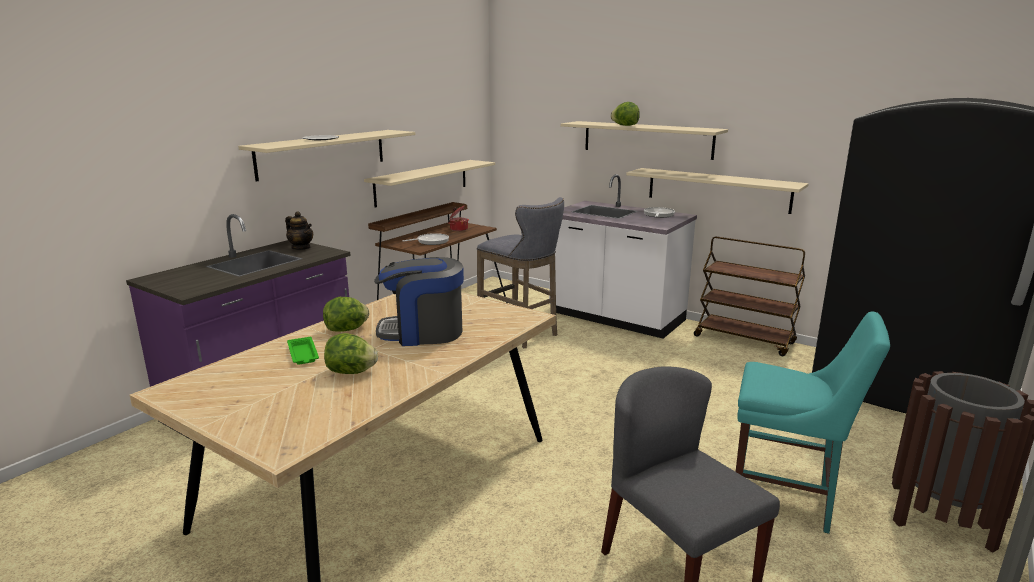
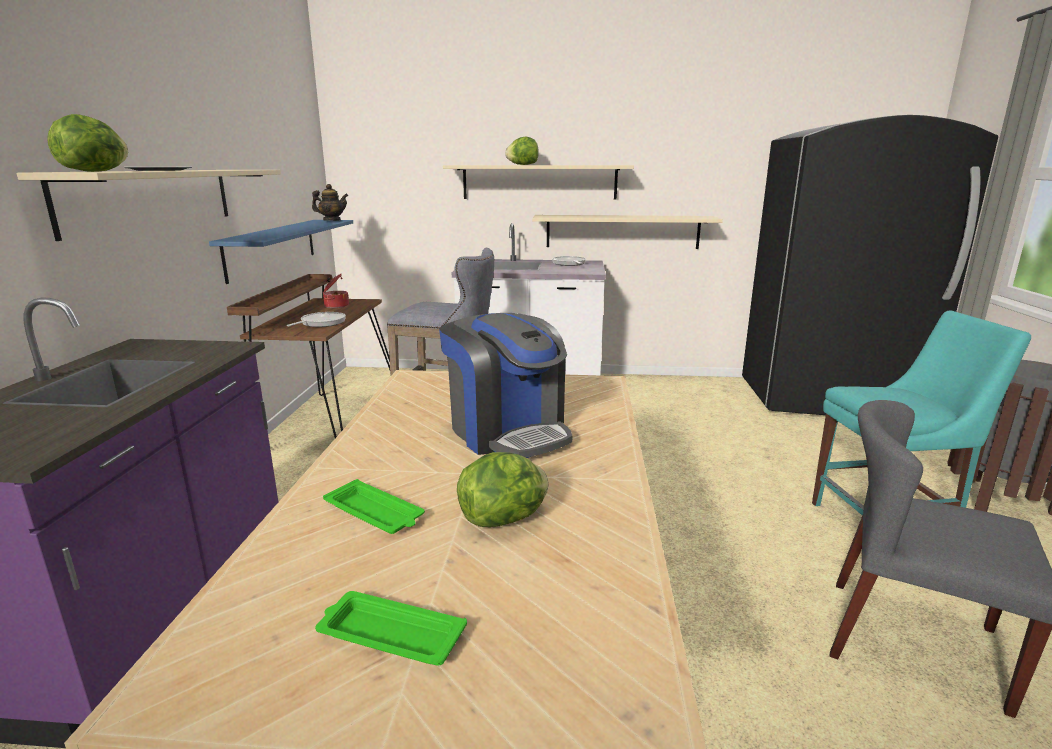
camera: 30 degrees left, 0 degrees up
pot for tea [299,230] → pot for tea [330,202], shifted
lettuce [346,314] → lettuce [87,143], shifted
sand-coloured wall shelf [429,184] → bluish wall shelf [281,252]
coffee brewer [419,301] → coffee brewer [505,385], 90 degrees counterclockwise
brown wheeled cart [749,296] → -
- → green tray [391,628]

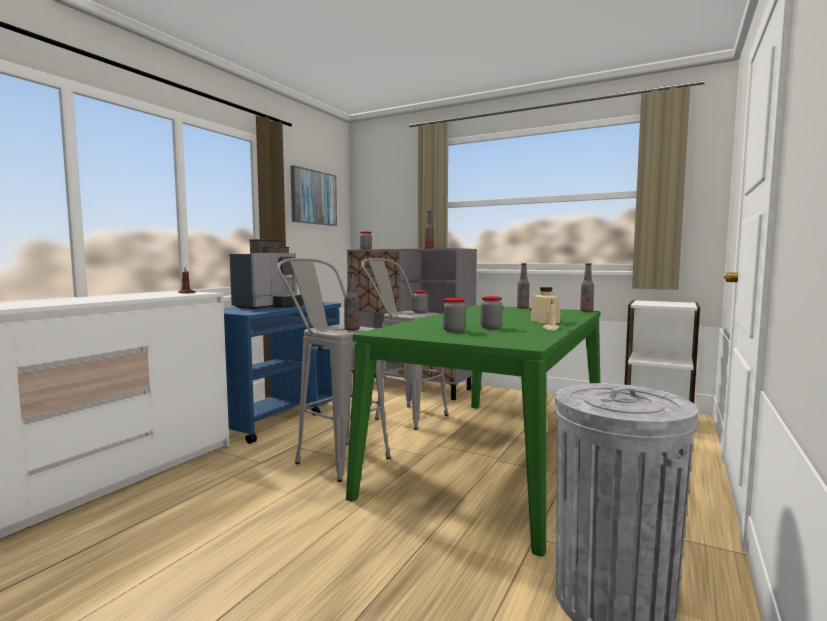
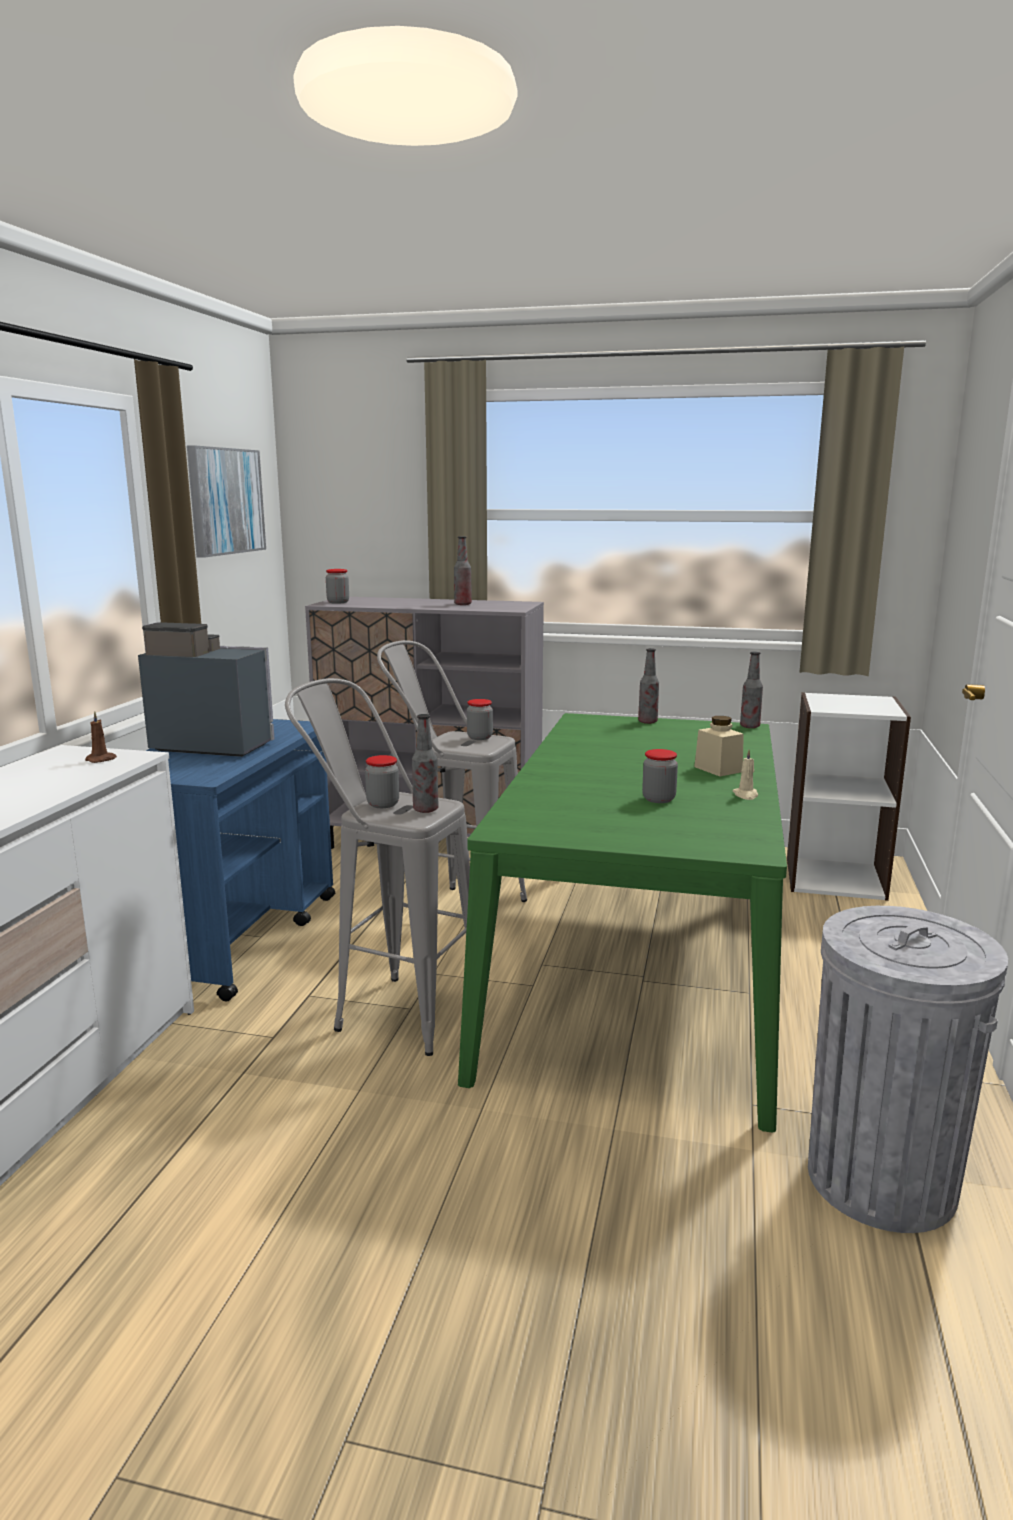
camera: 15 degrees left, 10 degrees up
coffee brewer [267,274] → coffee brewer [206,689], 90 degrees counterclockwise
jar [454,315] → jar [382,781], shifted

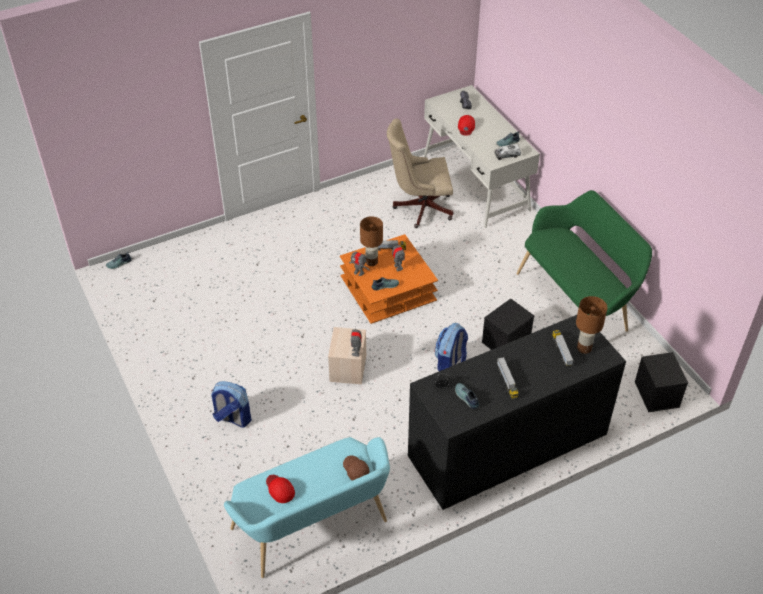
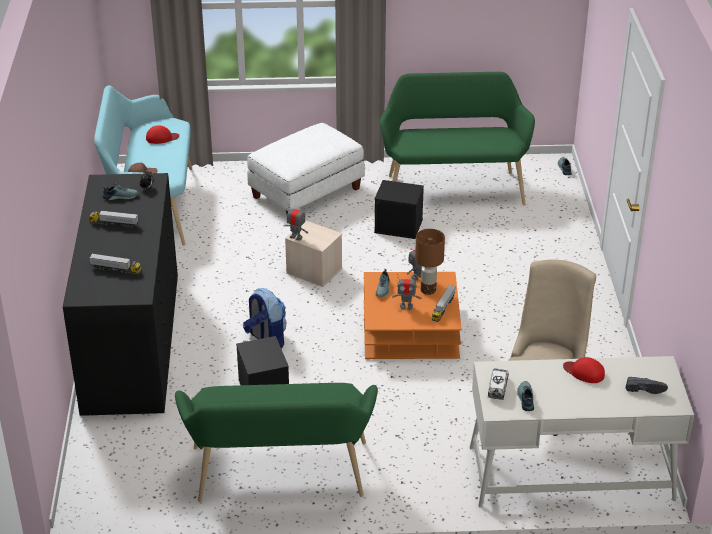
camera: 115 degrees right, 10 degrees down
knapsack [231,404] → white ottoman [306,168]
brown tabletop lamp [592,325] → -
black storage bin [661,382] → black storage bin [399,209], shifted
- → green indoor bench [457,138]

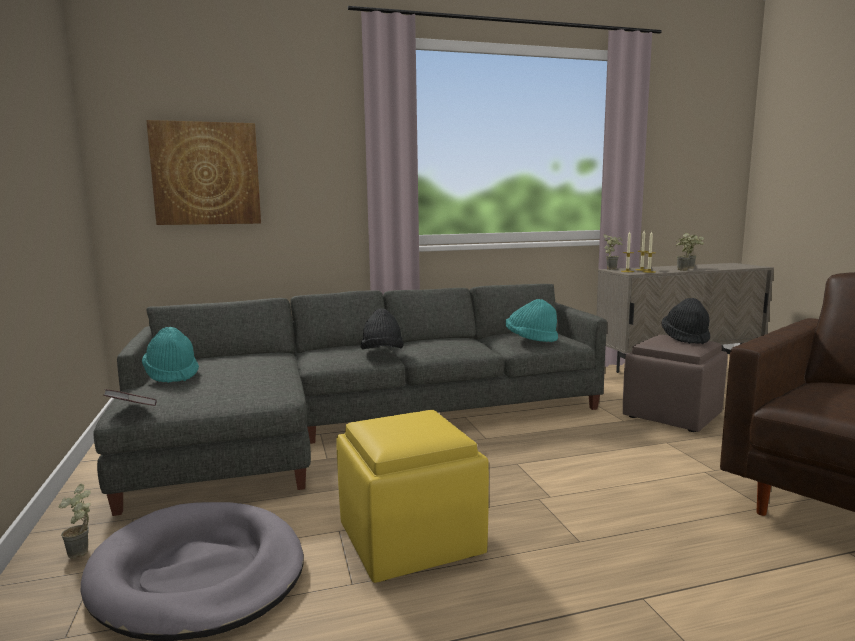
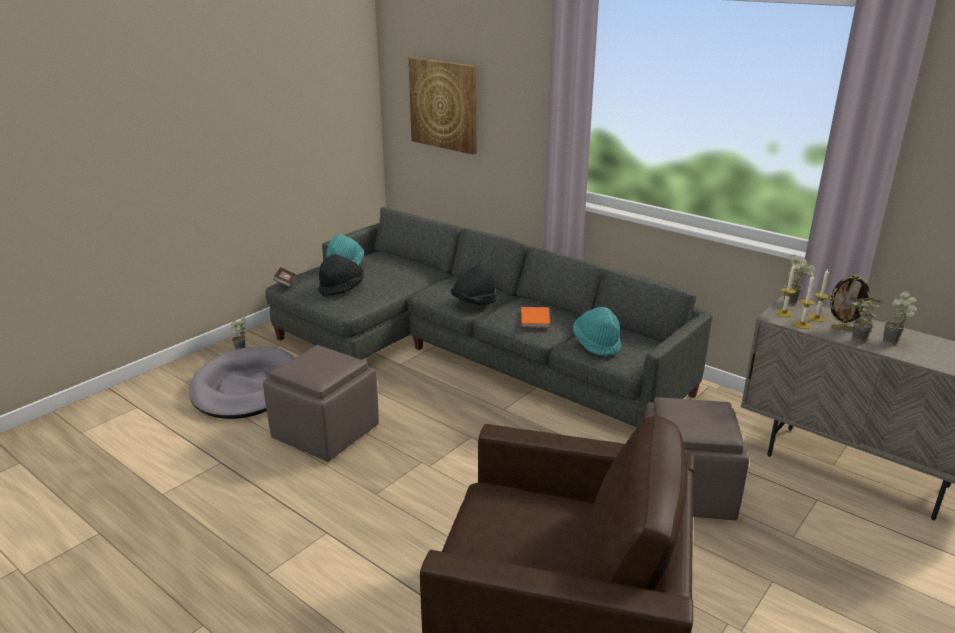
camera: 55 degrees right, 15 degrees up
yellowish ottoman [412,496] → brown ottoman [321,403]
black wearable hat [685,321] → black wearable hat [341,275], shifted
- → orange-coloured volume [535,317]
- → picture frame [850,302]

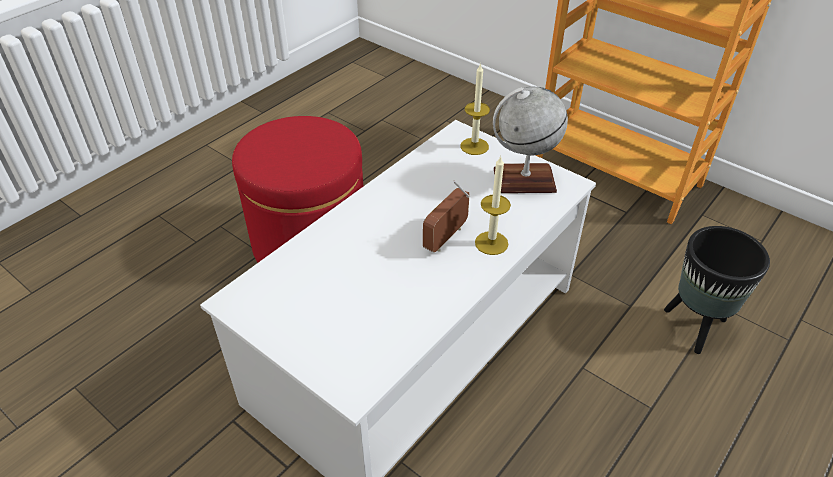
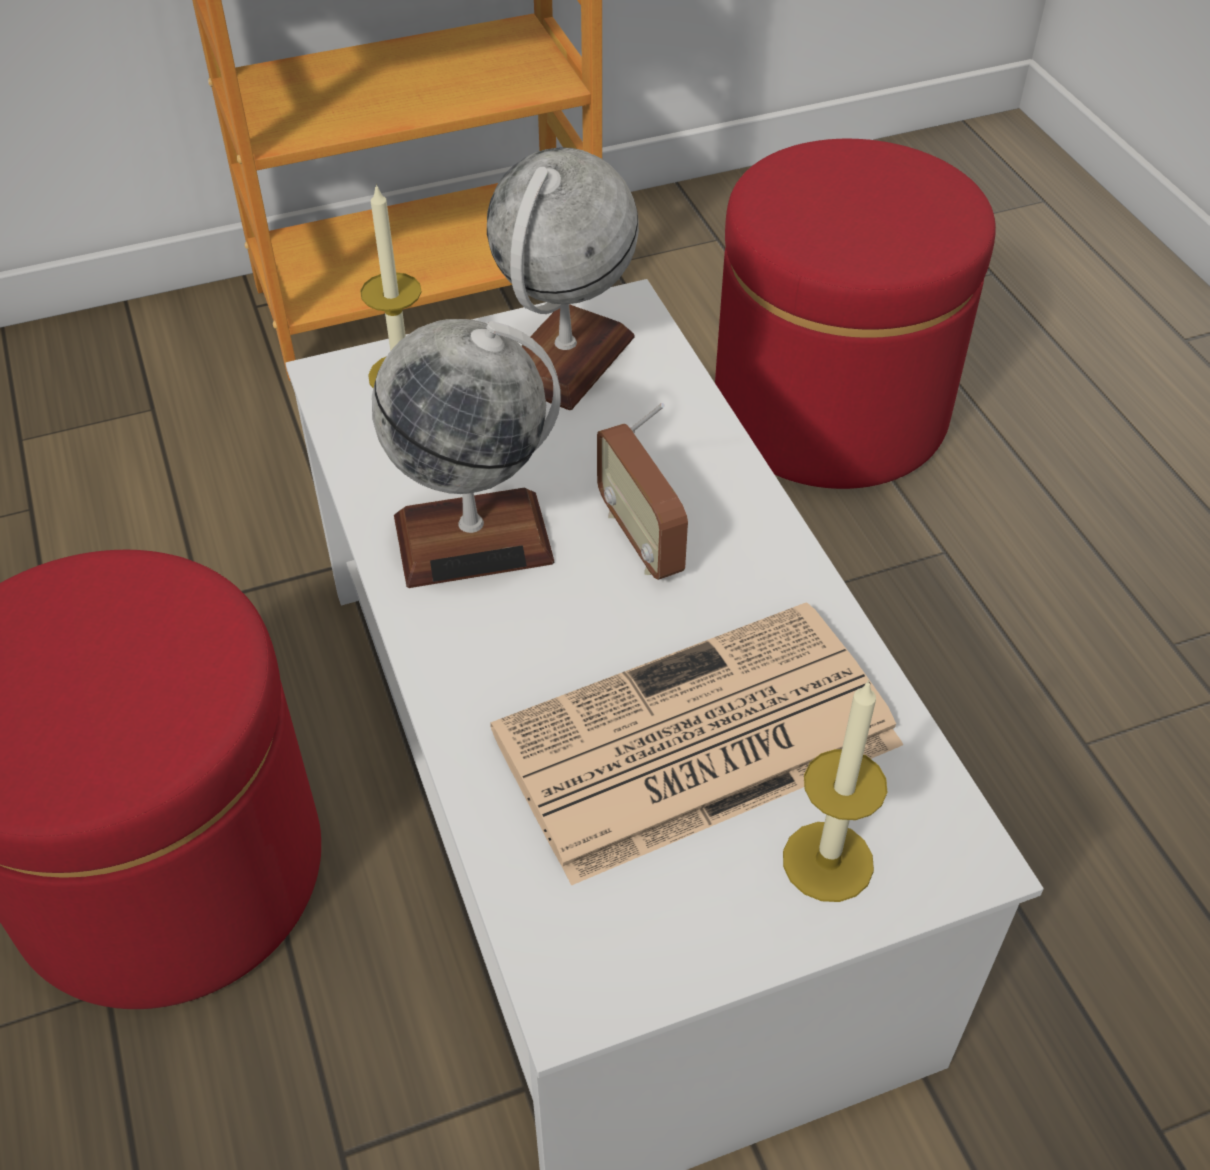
camera: 60 degrees left, 5 degrees up
wax candle [493,205] → wax candle [835,791], shifted
black planter [717,290] → reddish ottoman [855,314]
- → desk globe [466,453]
- → daily paper [696,744]

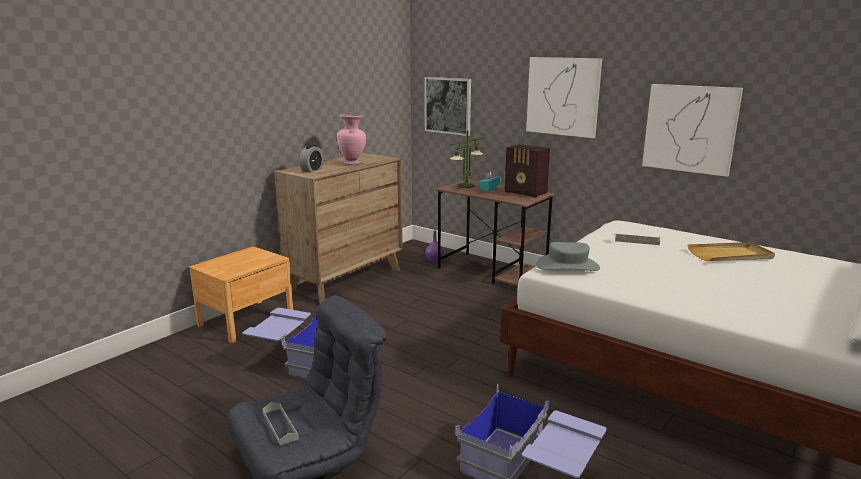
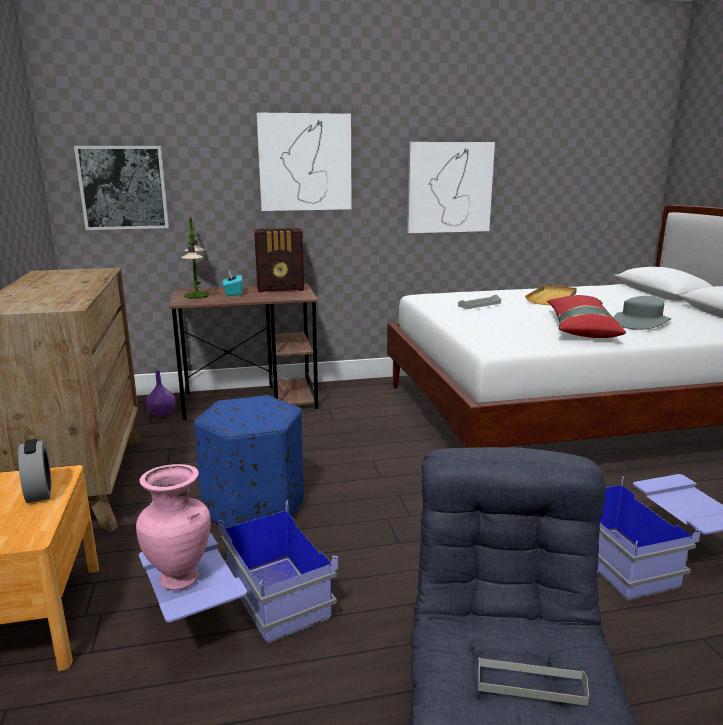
camera: 50 degrees left, 0 degrees up
alarm clock [312,158] → alarm clock [35,471], shifted
pink flower vase [351,139] → pink flower vase [173,527], shifted
grey wearable hat [568,256] → grey wearable hat [642,313], shifted
- → bluish ottoman [249,462]
- → reddish throw pillow [586,316]

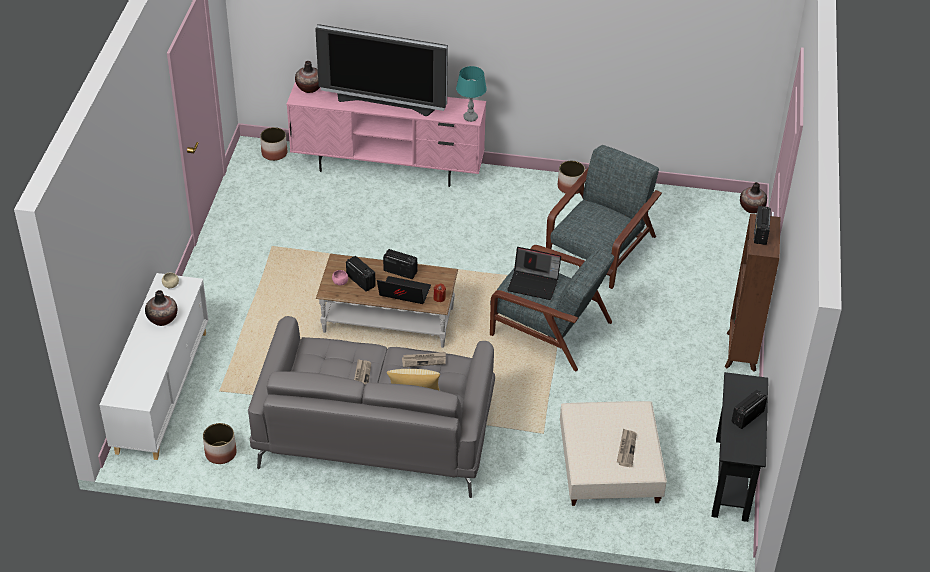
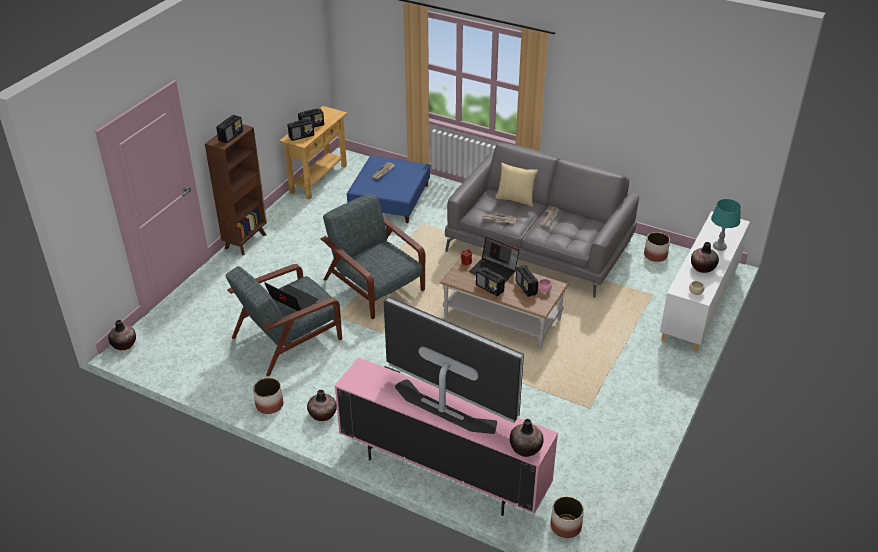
camera: 160 degrees left, 5 degrees down
turquoise tabletop lamp [471,94] → turquoise tabletop lamp [726,225], shifted
notebook computer [534,273] → notebook computer [292,297], shifted
sand-coloured ottoman [613,453] → bluish ottoman [388,189]
black hall table [740,447] → sand-coloured hall table [313,153]
- → radio set [301,130]
- → flower vase [322,405]

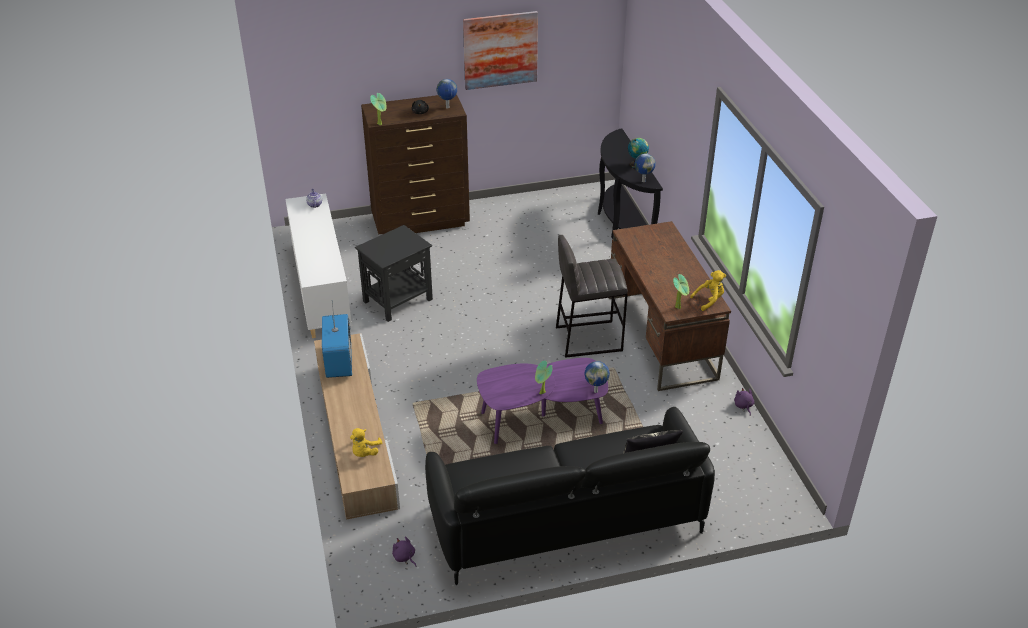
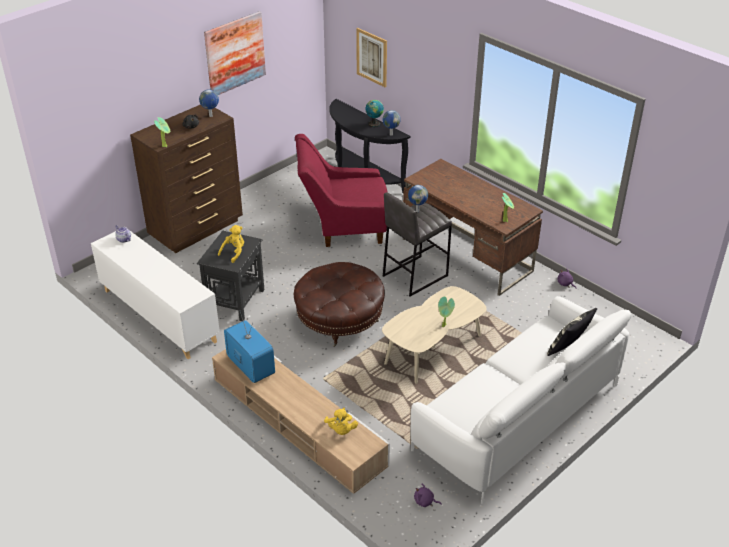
camera: 30 degrees left, 0 degrees up
black settee [570,496] → white settee [521,400]
purplish coffee table [542,401] → sand-coloured coffee table [434,335]
desk globe [597,377] → desk globe [418,198], shifted
yellowish cuddly toy [708,290] → yellowish cuddly toy [231,244], shifted
- → brown ottoman [339,304]
- → reddish armchair [341,190]
- → picture [371,57]

